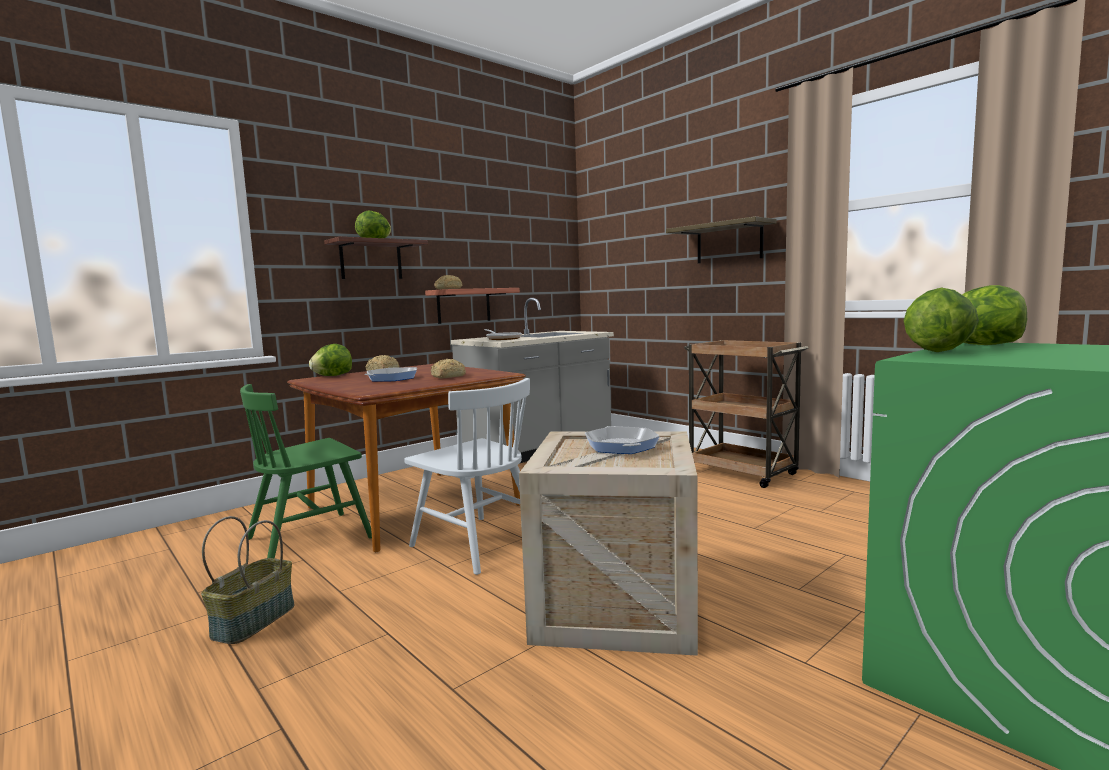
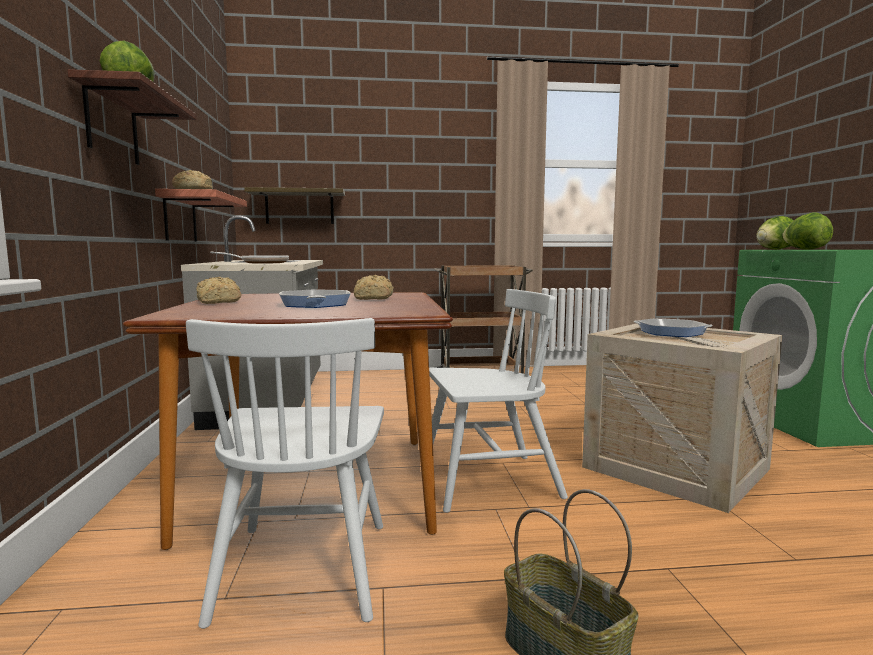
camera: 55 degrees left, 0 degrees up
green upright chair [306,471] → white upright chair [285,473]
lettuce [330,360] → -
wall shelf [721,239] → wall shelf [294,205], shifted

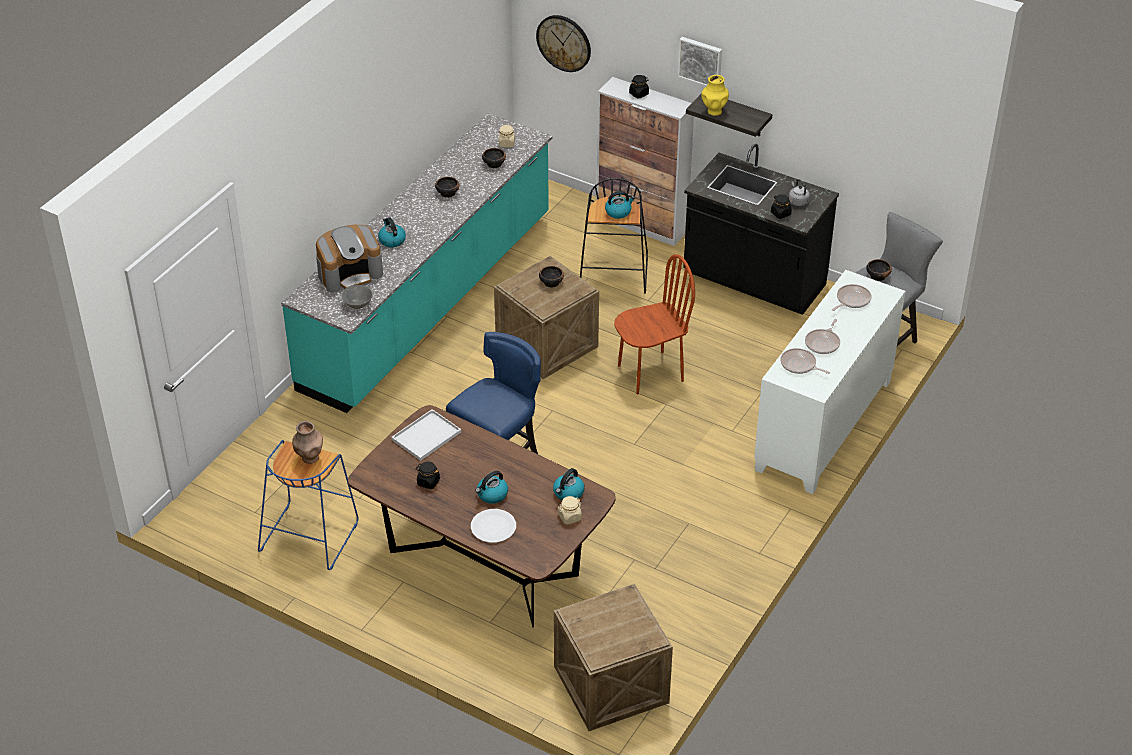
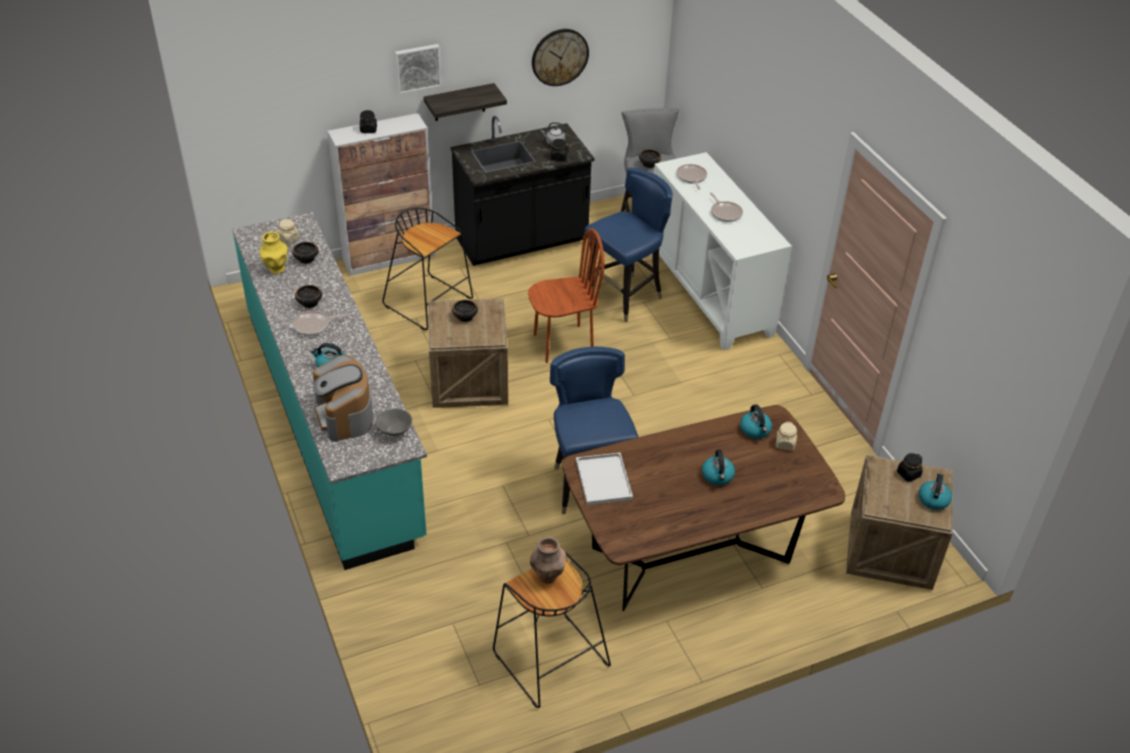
camera: 55 degrees left, 0 degrees up
bluish stool [308,505] → black stool [552,630]
coffee brewer [349,259] → coffee brewer [343,398], 150 degrees clockwise
black jar [428,475] → black jar [910,467], shifted
white flat dish [493,526] → -
hanging clock [563,43] → hanging clock [560,57], shifted
kettle [620,205] → kettle [935,491], shifted
brown upright chair [654,324] → brown upright chair [566,295], 60 degrees clockwise
yellowish flower vase [715,95] → yellowish flower vase [274,252], shifted
skillet [805,361] → skillet [320,323], shifted
- → bluish upright chair [628,245]

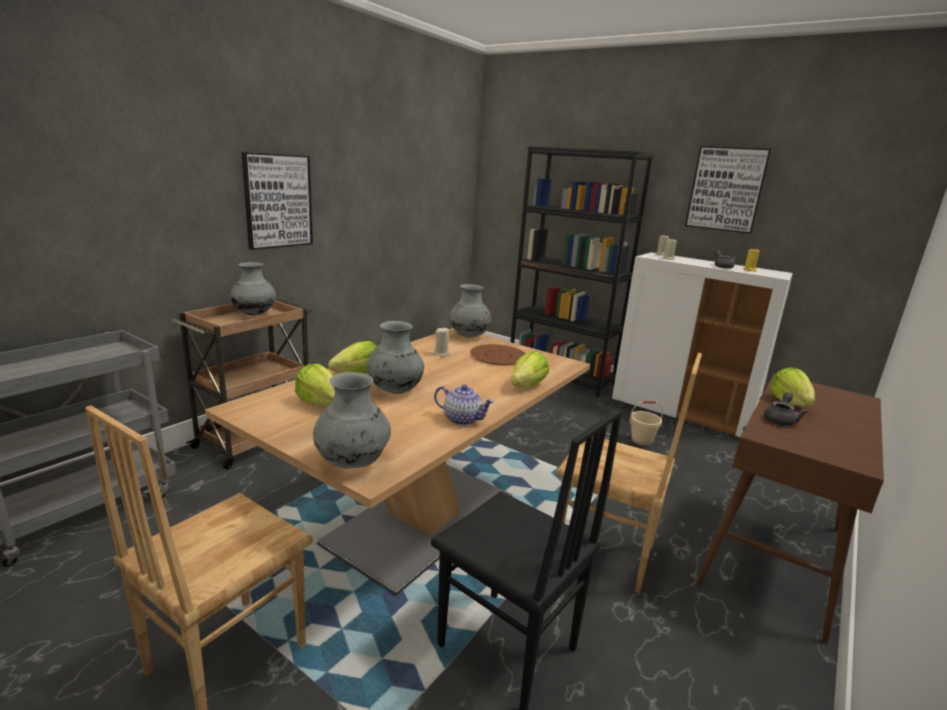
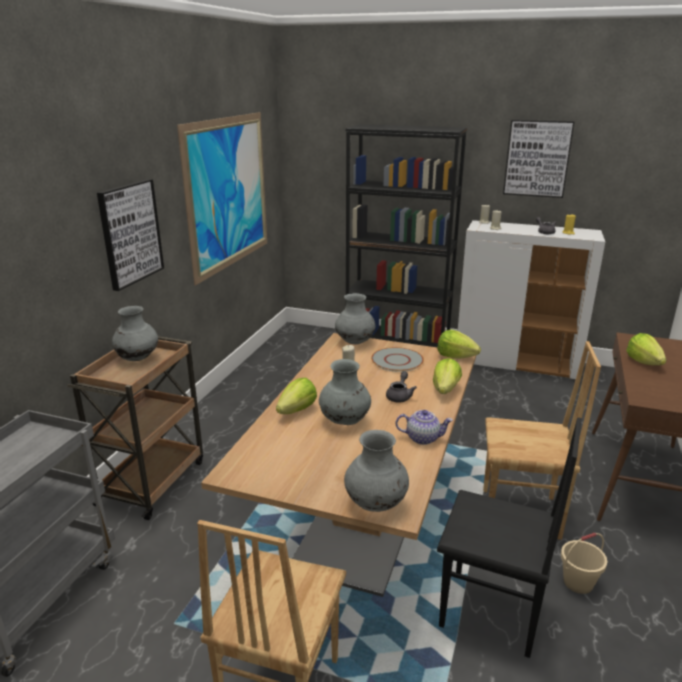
camera: 15 degrees left, 5 degrees up
lettuce [315,385] → lettuce [459,344], shifted
brown flat dish [498,354] → grey flat dish [397,359]
sand-coloured water bucket [646,423] → sand-coloured water bucket [584,563], shifted
grey pot for tea [786,409] → grey pot for tea [401,387], shifted
- → picture [222,199]

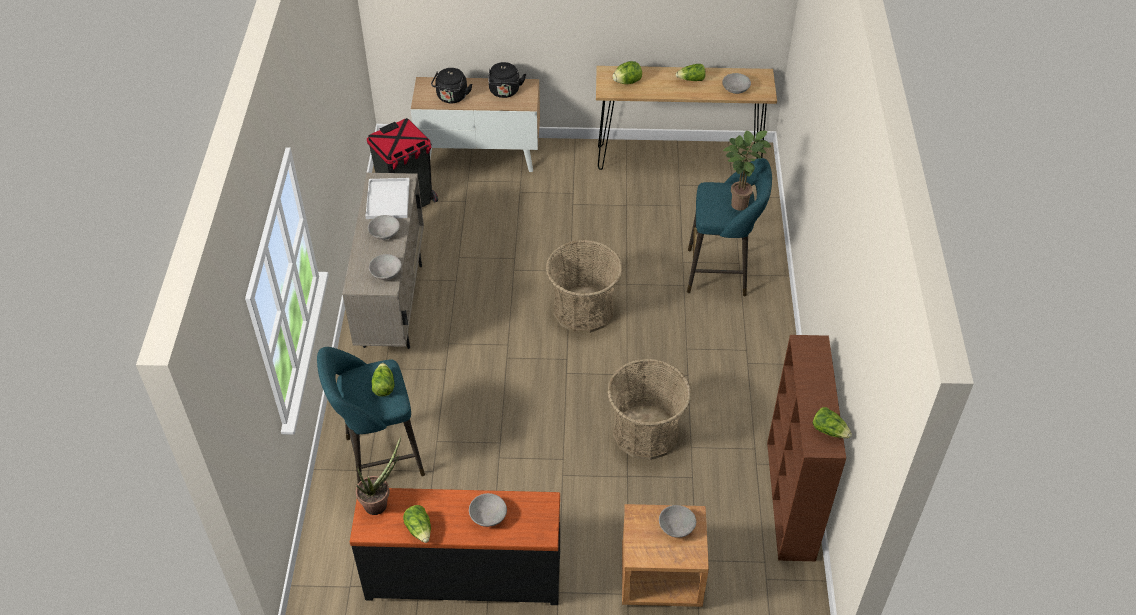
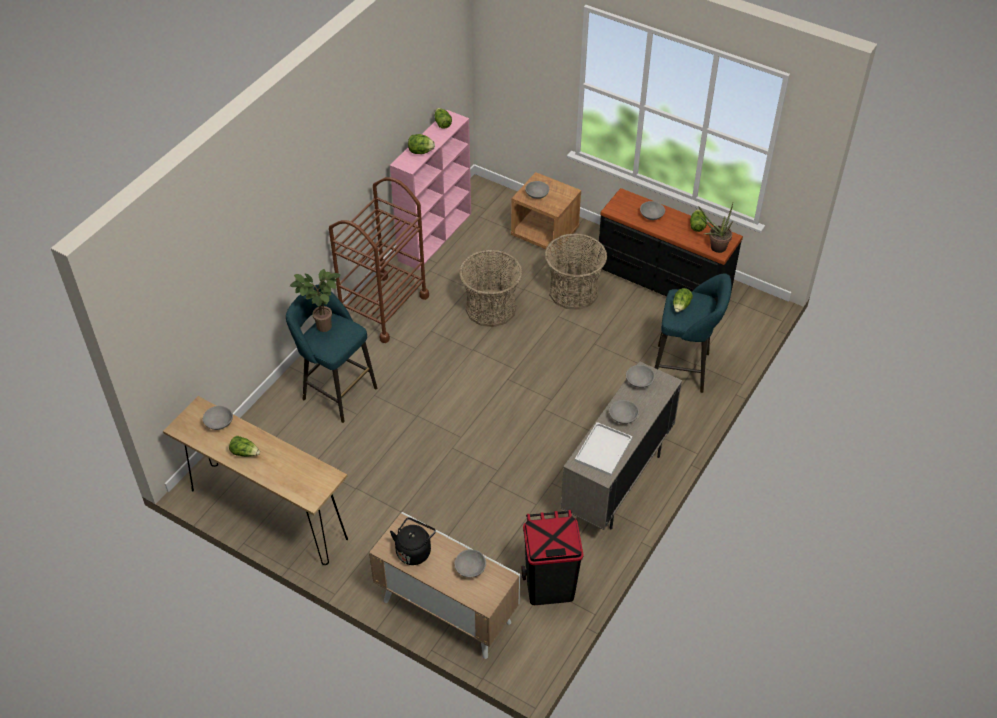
camera: 150 degrees left, 0 degrees up
black kettle [451,85] → grey deep dish [470,563]
household basket [584,286] → household basket [576,271], shifted
lettuce [627,72] → lettuce [421,144], shifted
brown shelving unit [806,448] → pink shelving unit [430,190]
- → brown wheeled cart [379,260]

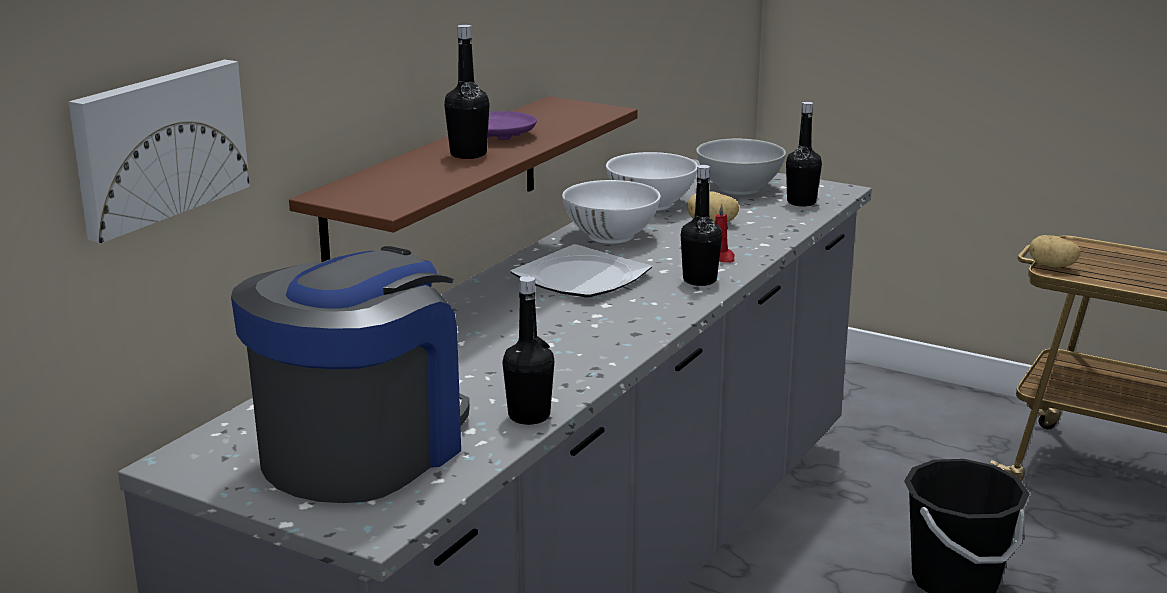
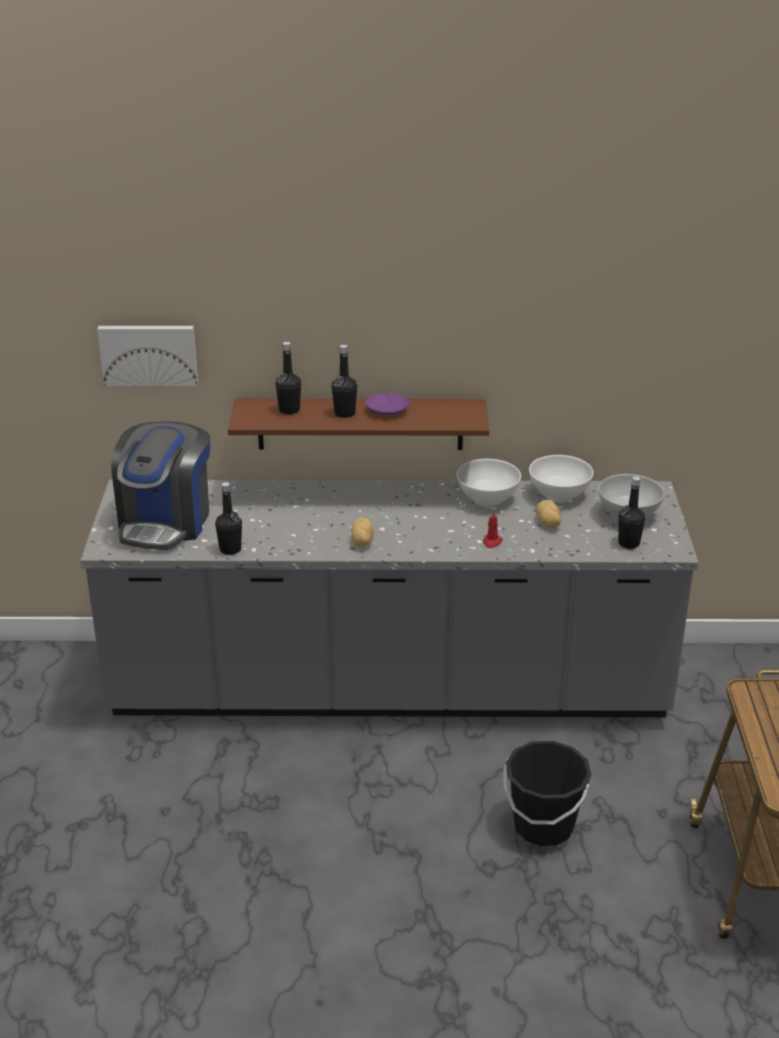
camera: 60 degrees right, 10 degrees up
coffee brewer [350,374] → coffee brewer [160,485], 105 degrees clockwise
flat dish [581,271] → -
black beverage bottle [701,225] → black beverage bottle [288,378], shifted
spud [1055,251] → spud [362,532], shifted

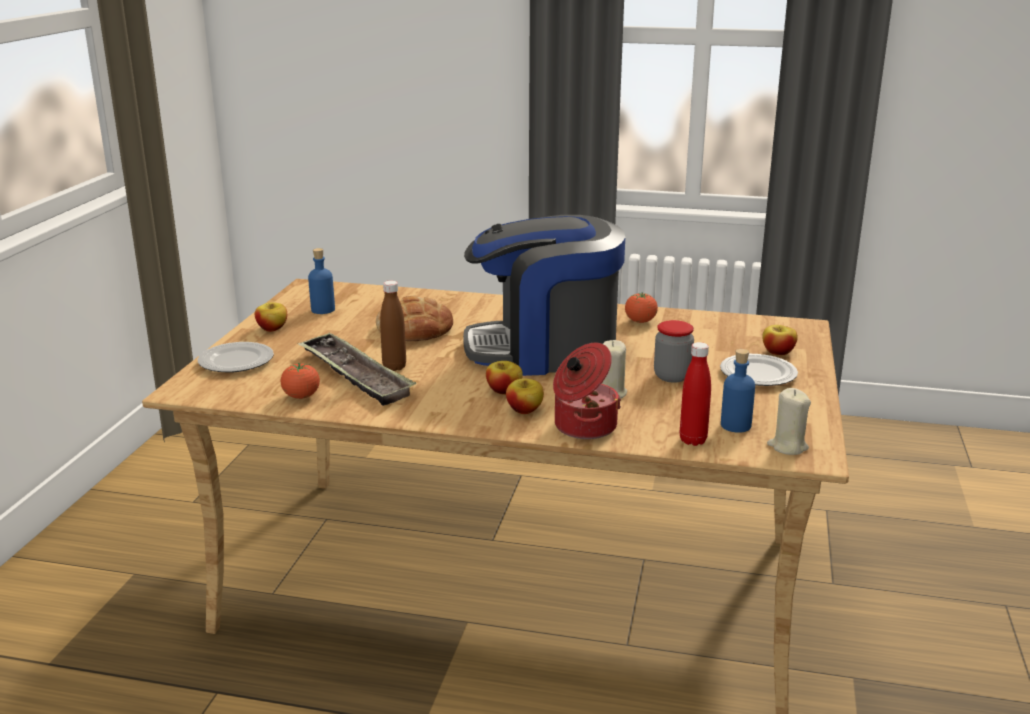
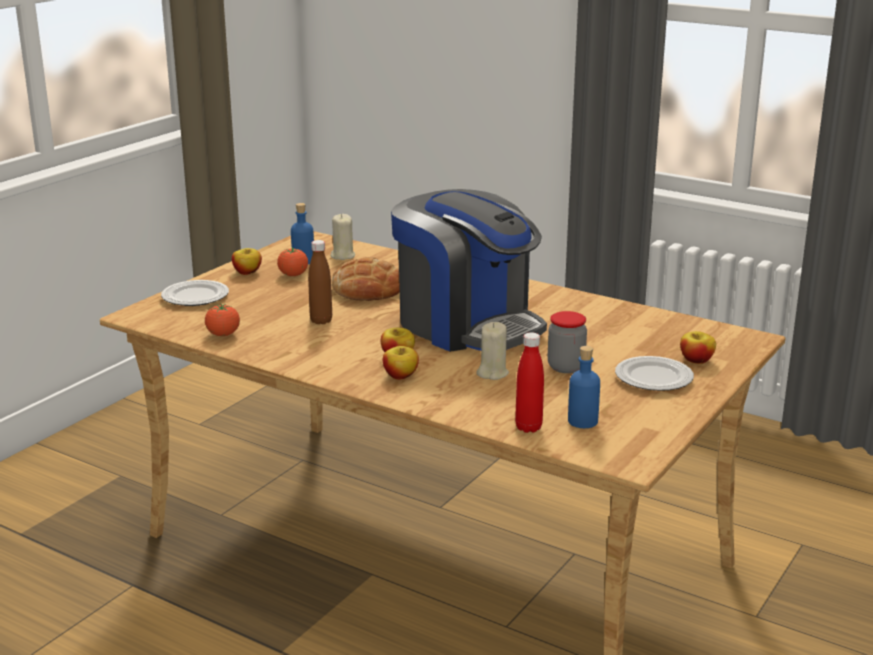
camera: 20 degrees right, 0 degrees up
tray [357,369] → -
coffee brewer [544,295] → coffee brewer [469,270], 150 degrees counterclockwise
cooking pot [587,391] → -
whole tomato [641,308] → whole tomato [292,262], shifted
sand-coloured wax candle [789,421] → sand-coloured wax candle [343,237], shifted

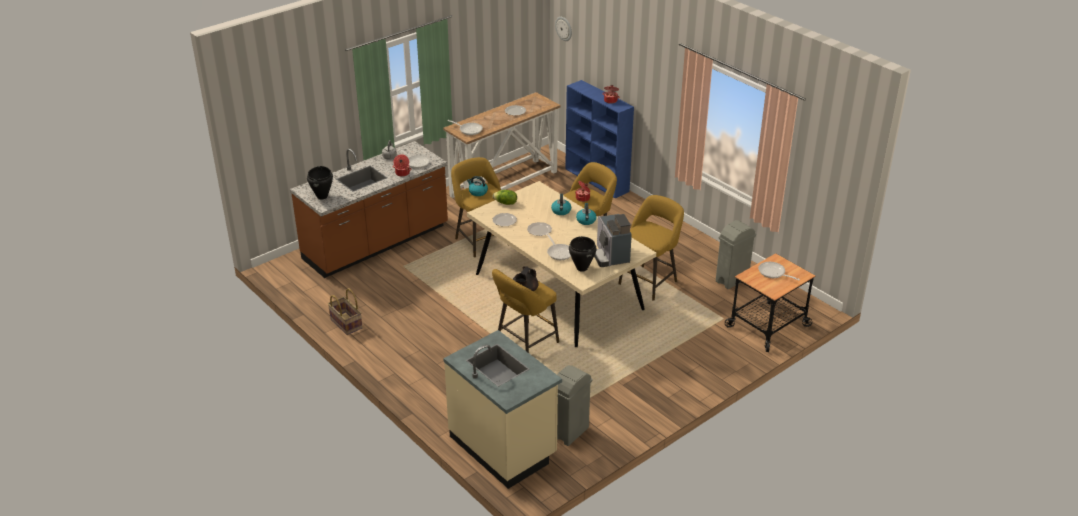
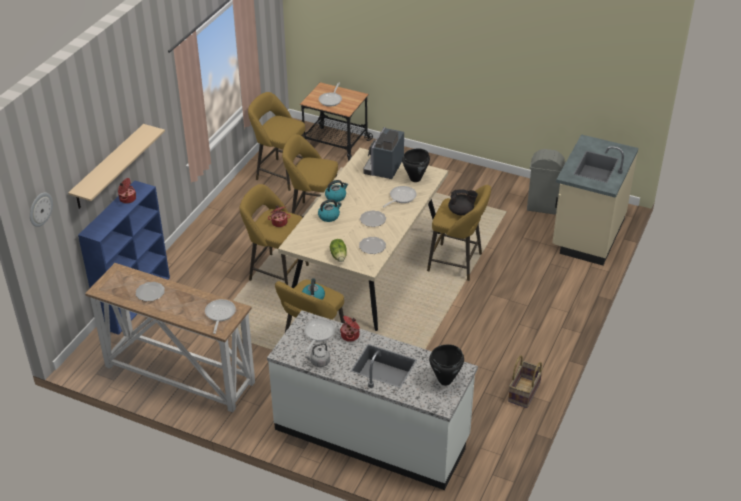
camera: 115 degrees left, 5 degrees up
brown counter [369,209] → white counter [372,400]
coffee brewer [613,240] → coffee brewer [384,153], 150 degrees clockwise
grey trash can [736,254] → yellowish stool [276,141]
- → sand-coloured wall shelf [116,166]

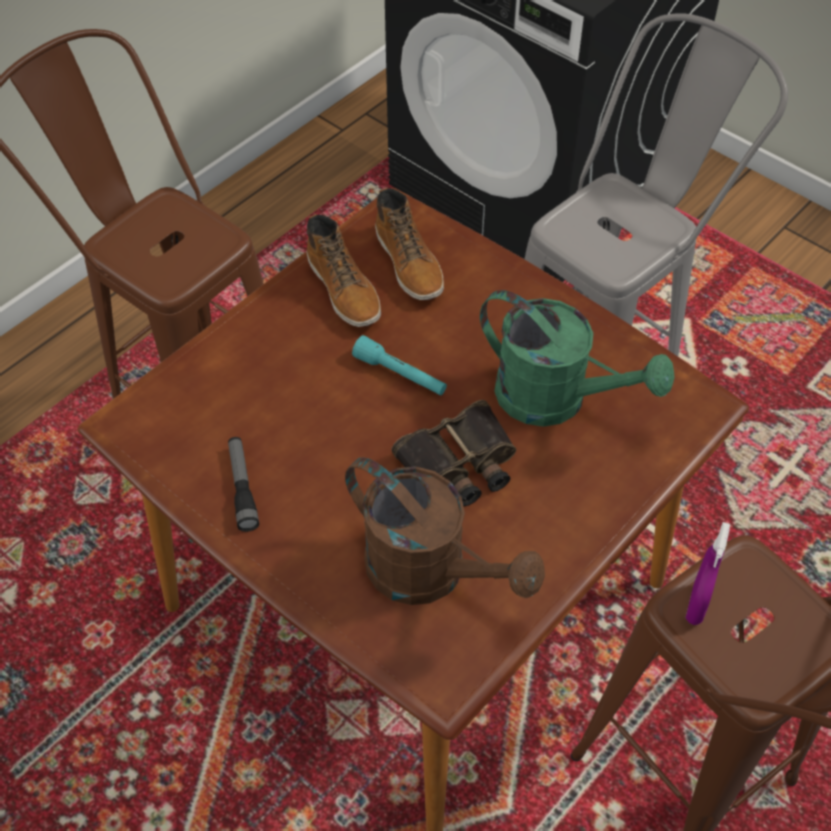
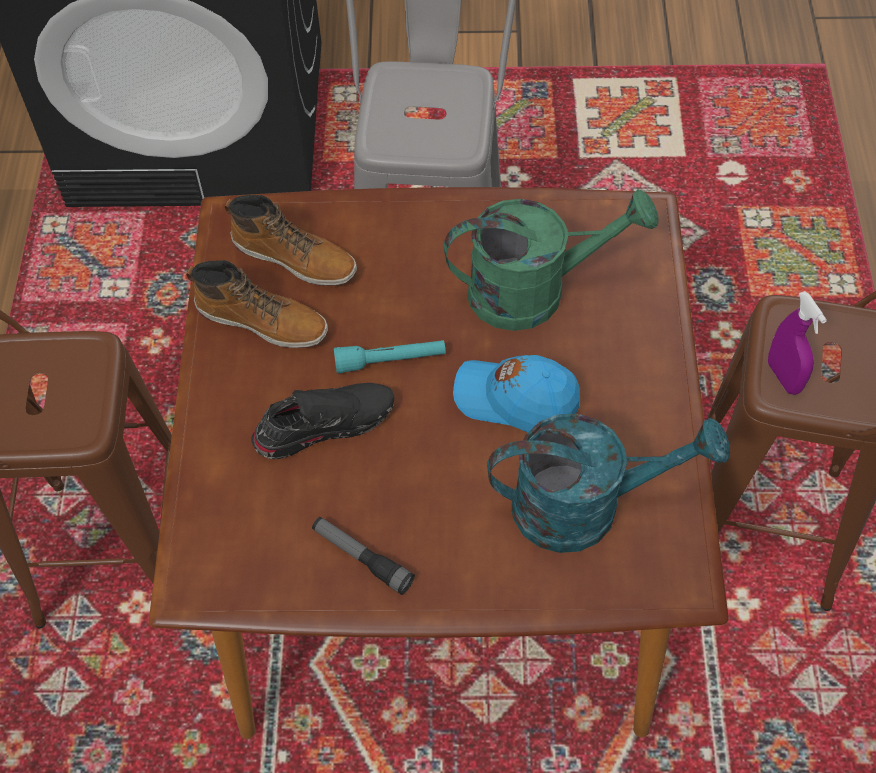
camera: 40 degrees left, 5 degrees up
brown sprinkling can [445,531] → turquoise sprinkling can [608,483]
binoculars [453,453] → bluish peaked cap [516,393]
- → black item of footwear [323,421]

